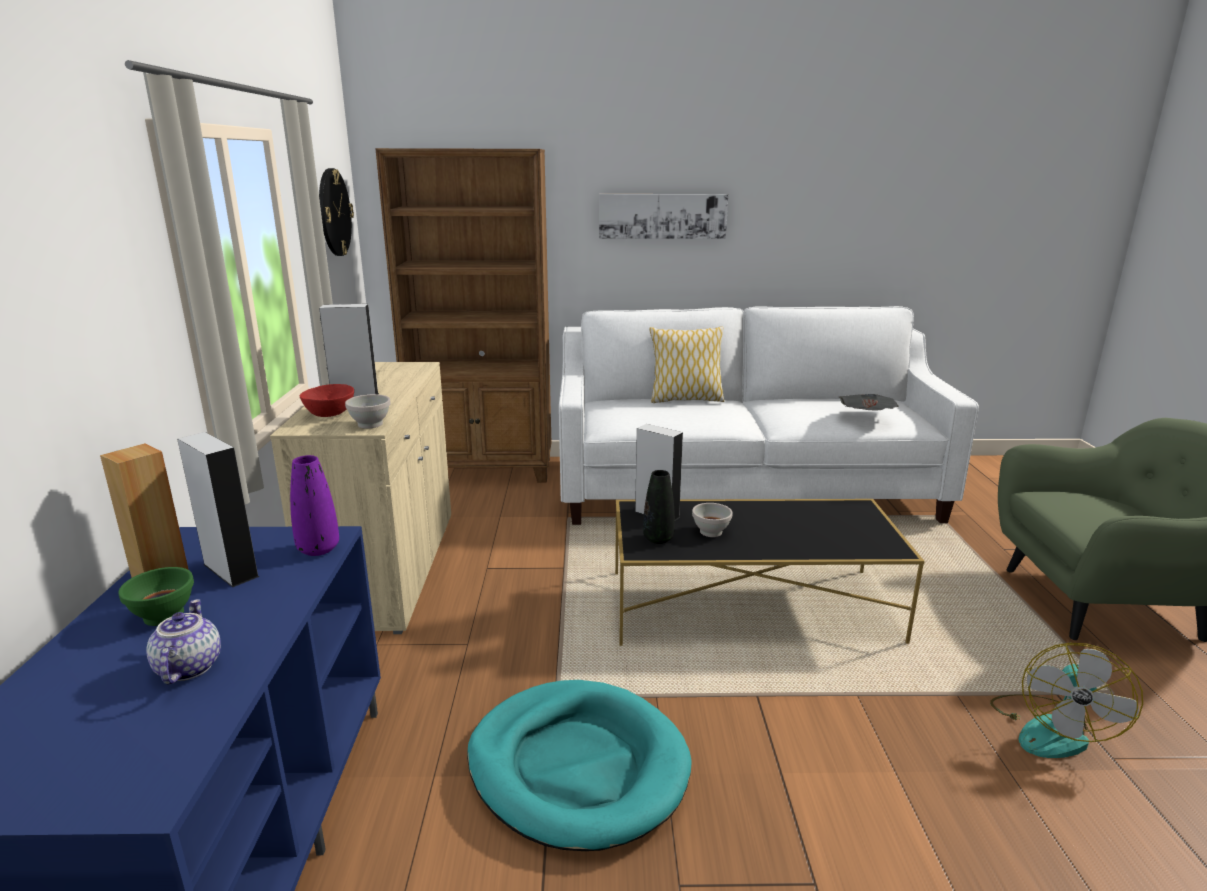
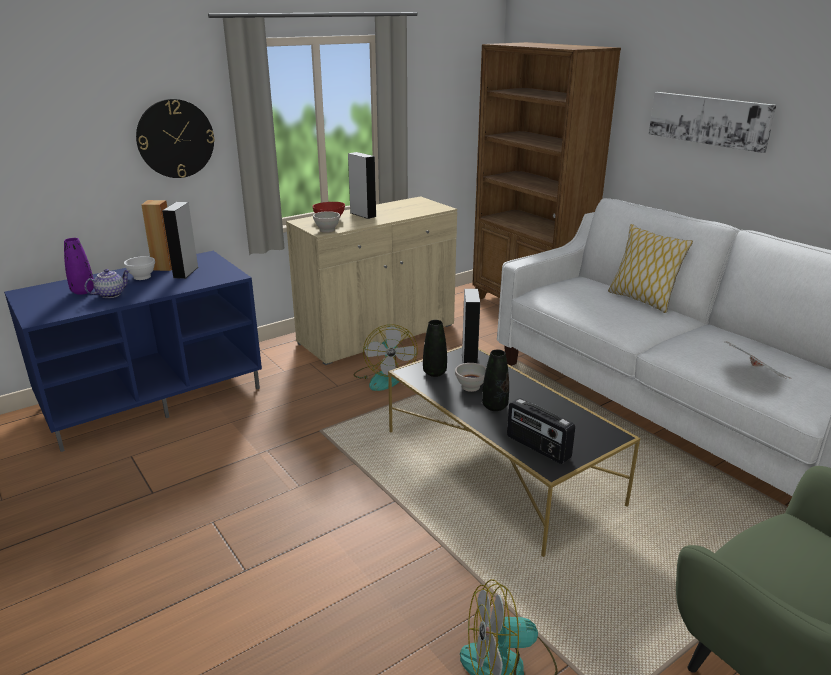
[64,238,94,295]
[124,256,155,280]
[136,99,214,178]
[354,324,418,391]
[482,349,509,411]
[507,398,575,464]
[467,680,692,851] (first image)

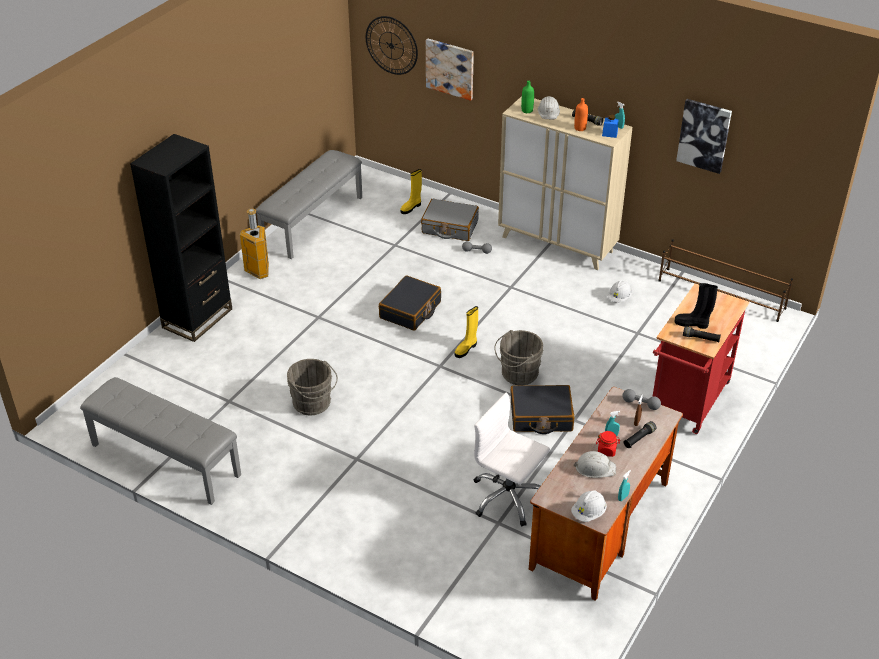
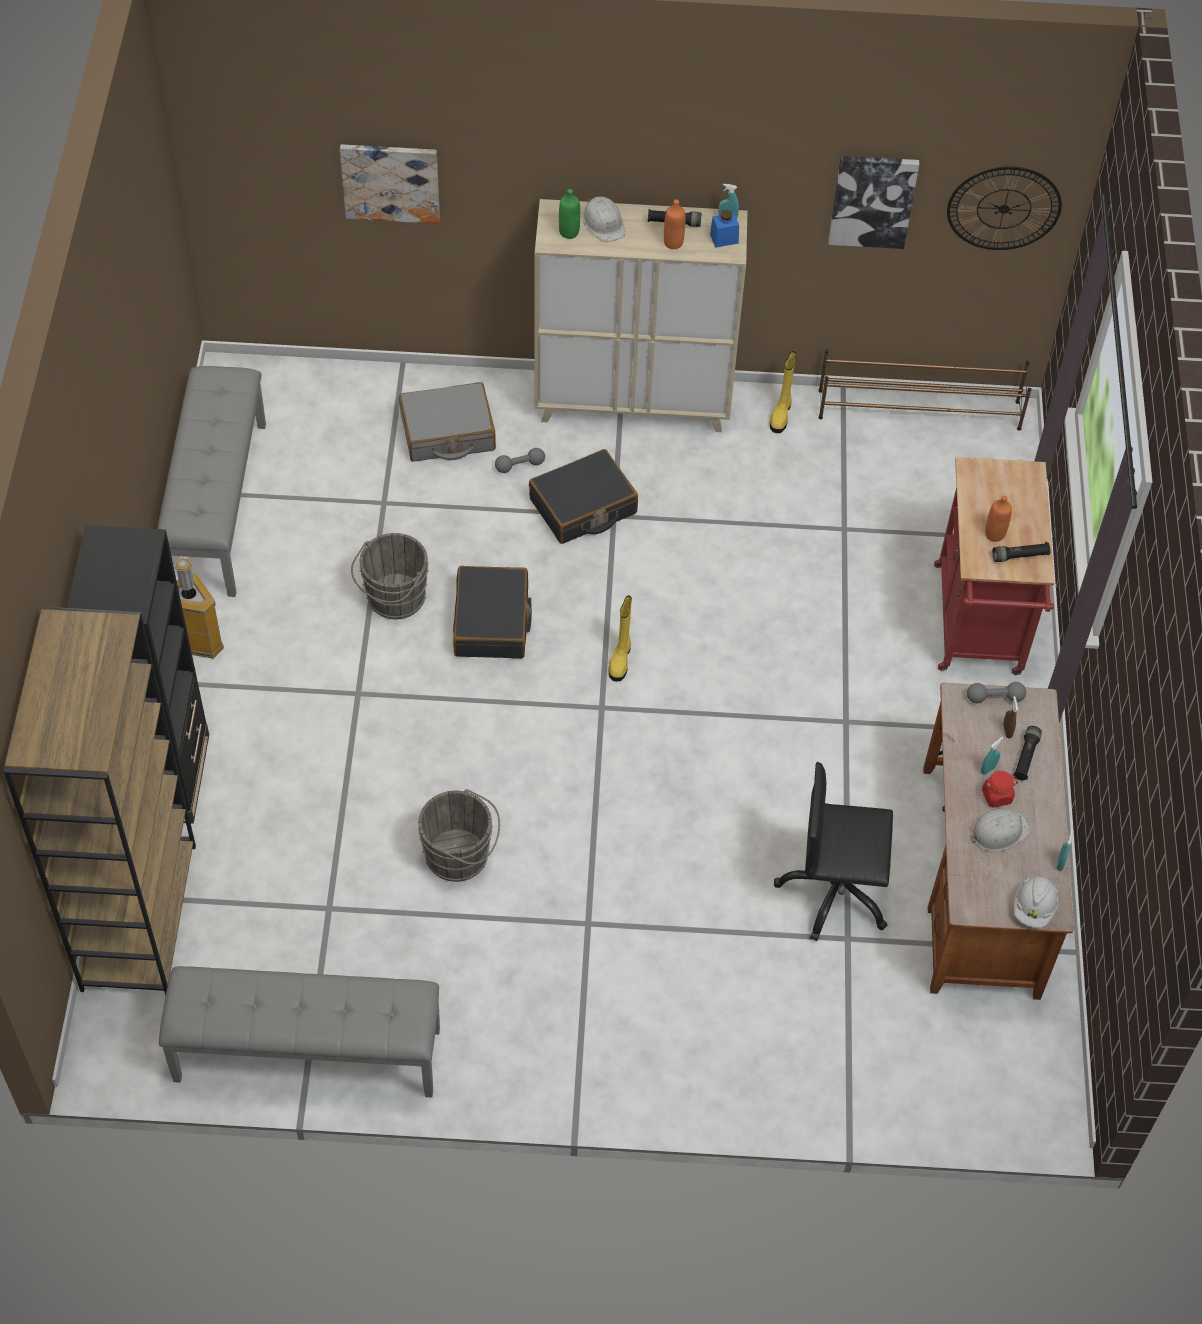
[4,607,196,995]
[351,533,429,620]
[529,449,638,544]
[770,351,796,433]
[774,762,893,941]
[947,167,1062,250]
[985,495,1012,542]
[608,280,632,303] (first image)

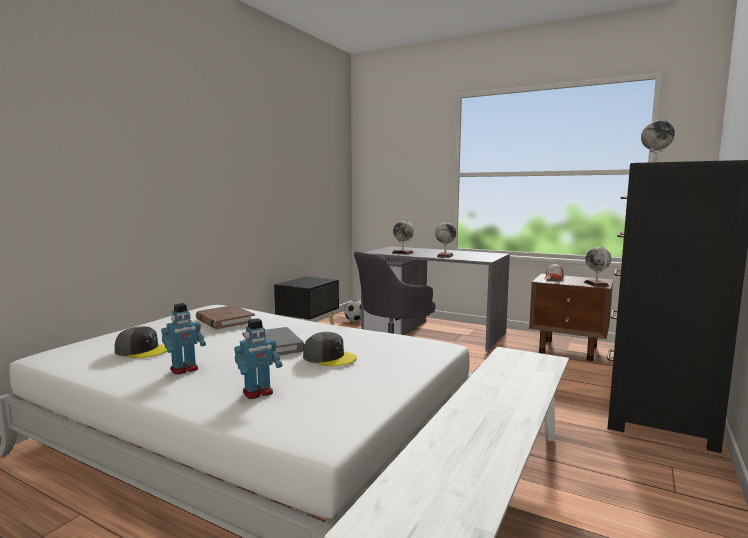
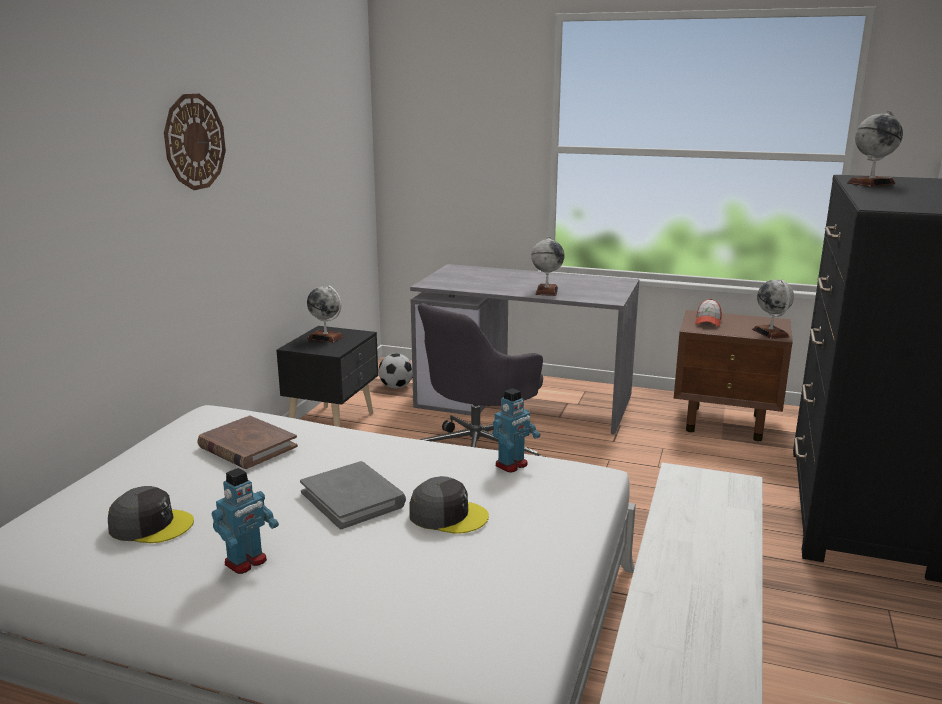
[164,94,226,190]
[307,286,344,343]
[493,388,540,472]

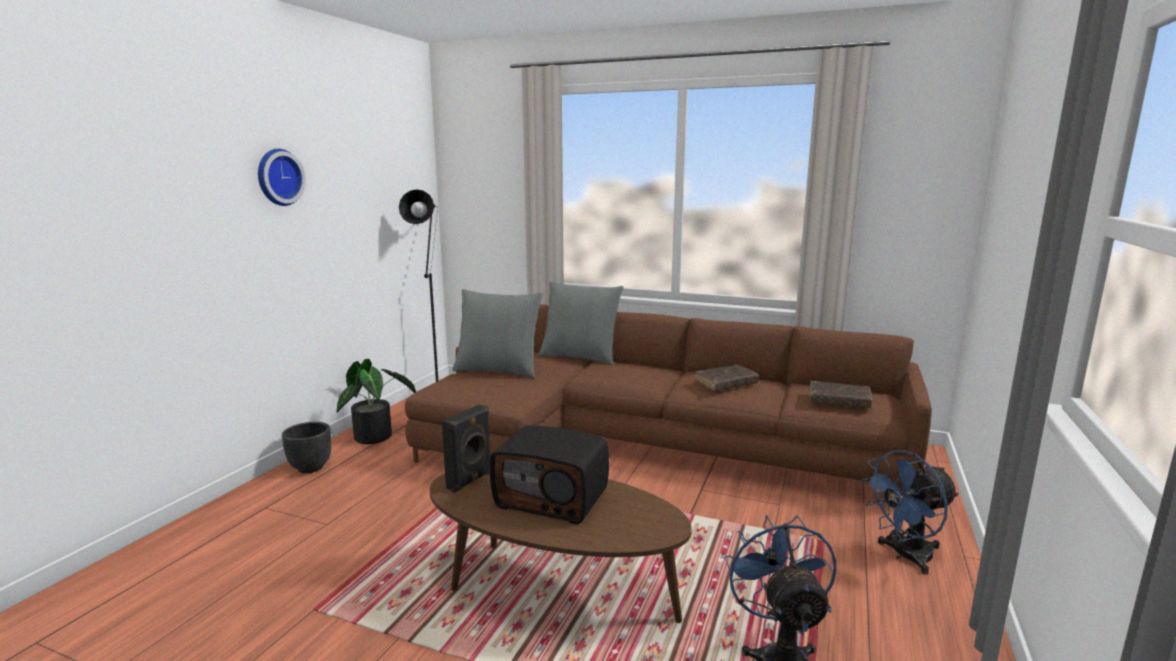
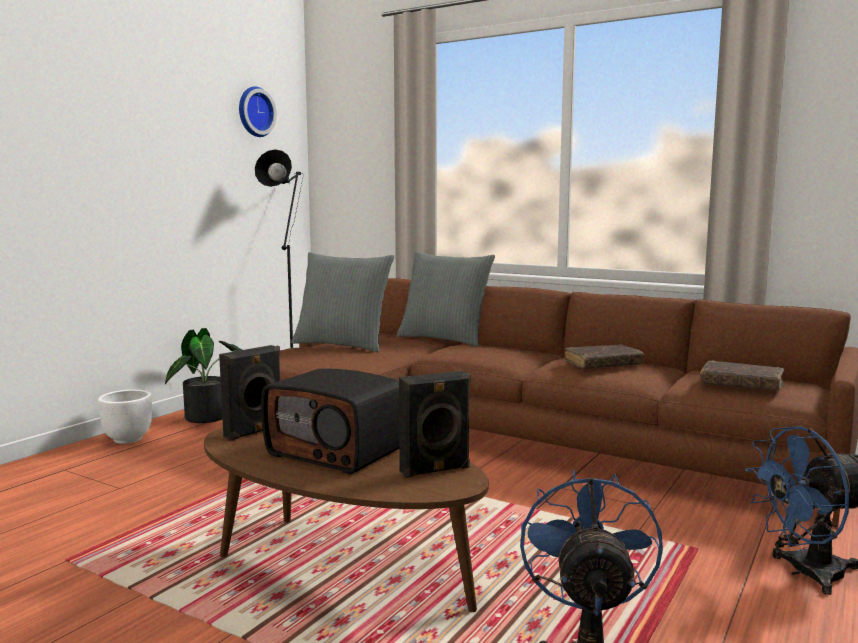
[98,390,152,444]
[239,86,277,137]
[399,371,471,478]

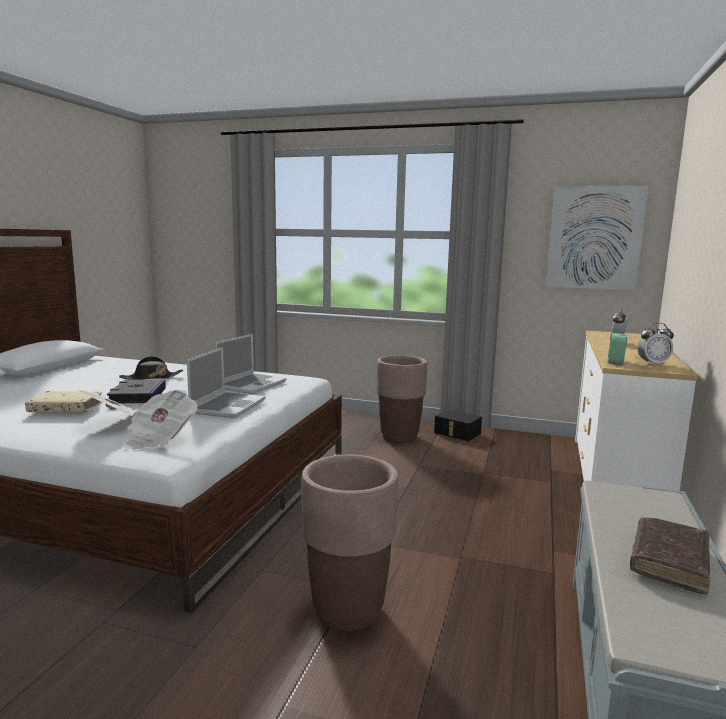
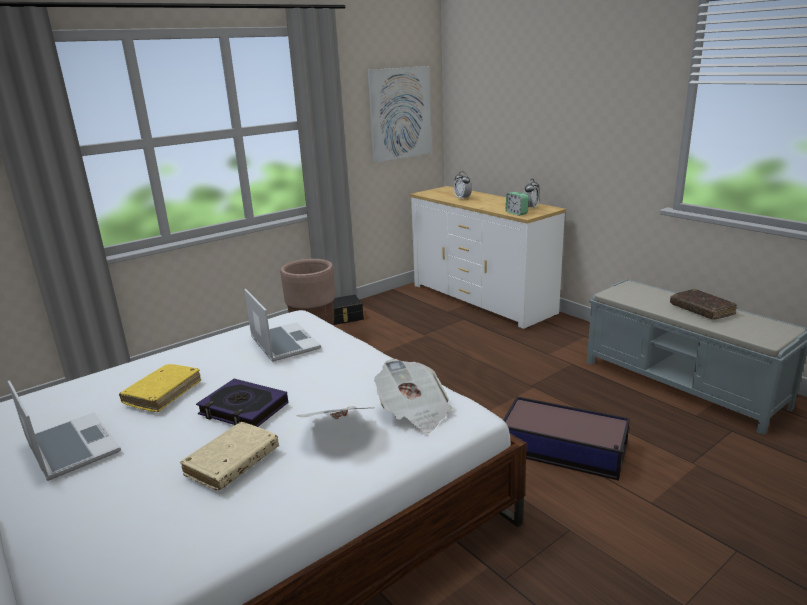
[8,380,121,481]
[119,364,201,412]
[503,396,630,481]

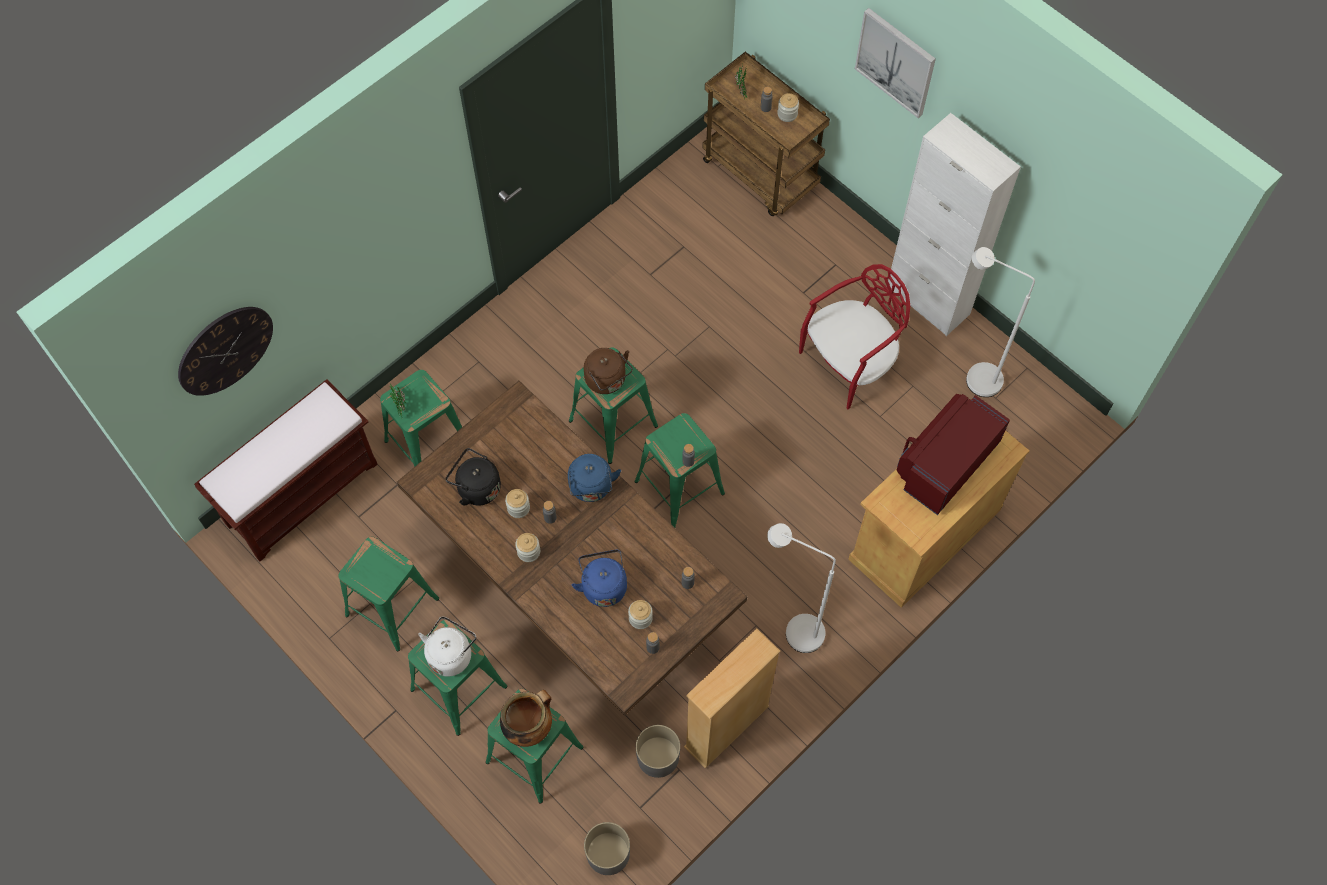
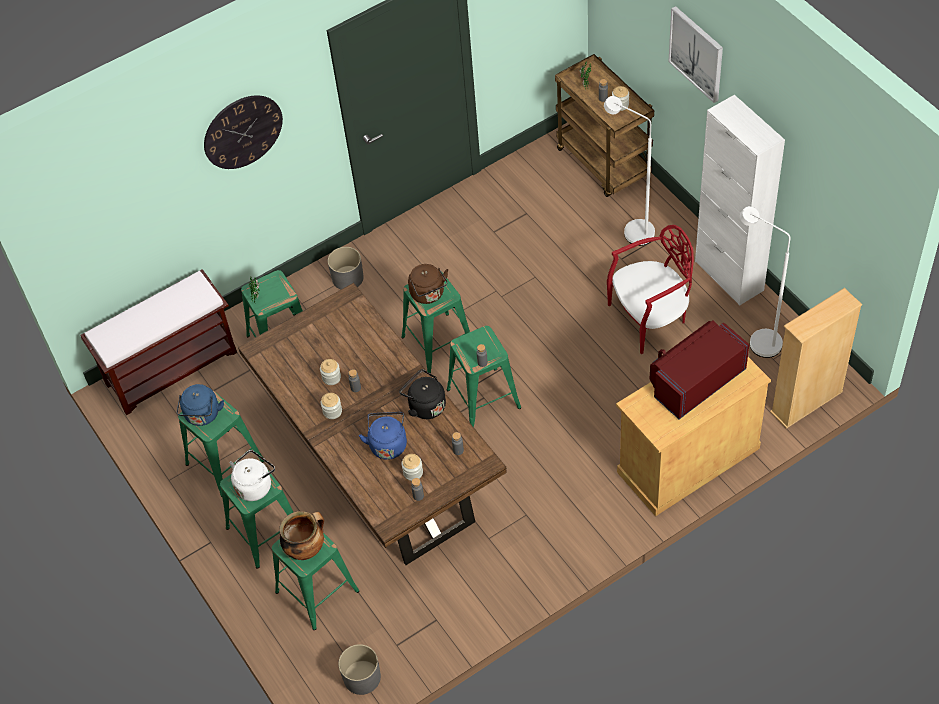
[177,384,224,426]
[204,95,283,169]
[328,247,364,290]
[399,369,446,419]
[604,96,655,246]
[770,288,862,429]

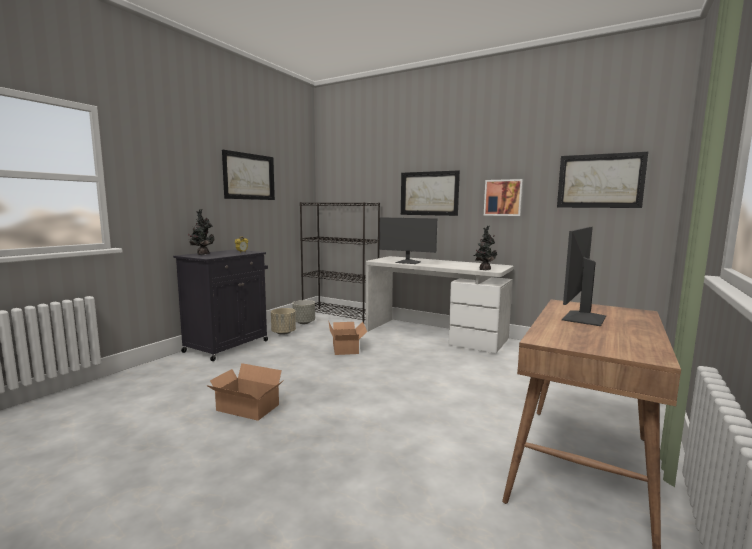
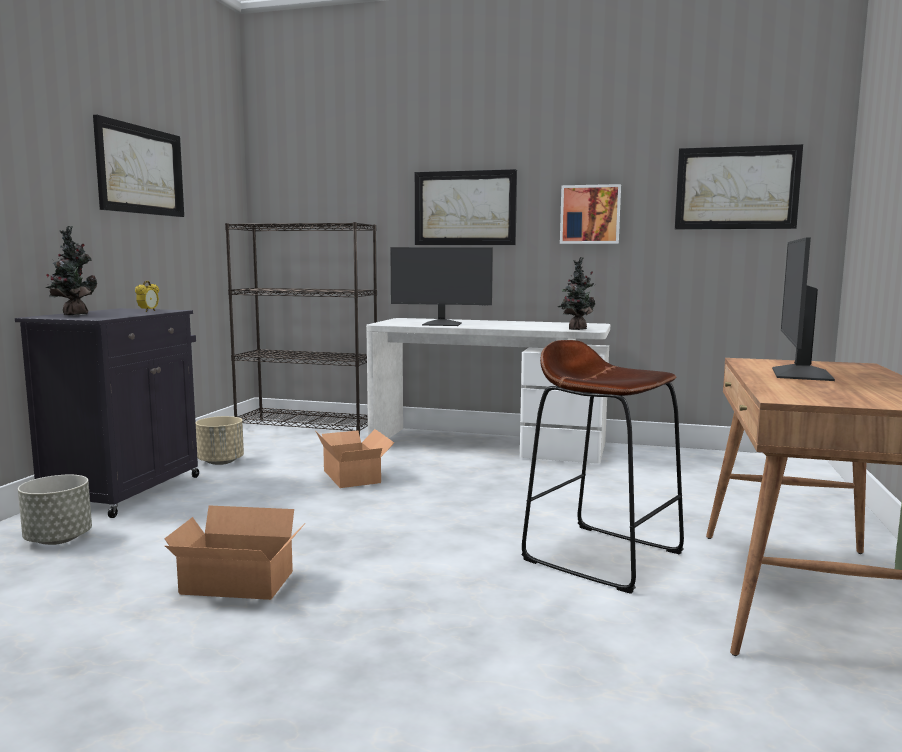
[18,475,92,545]
[522,340,684,594]

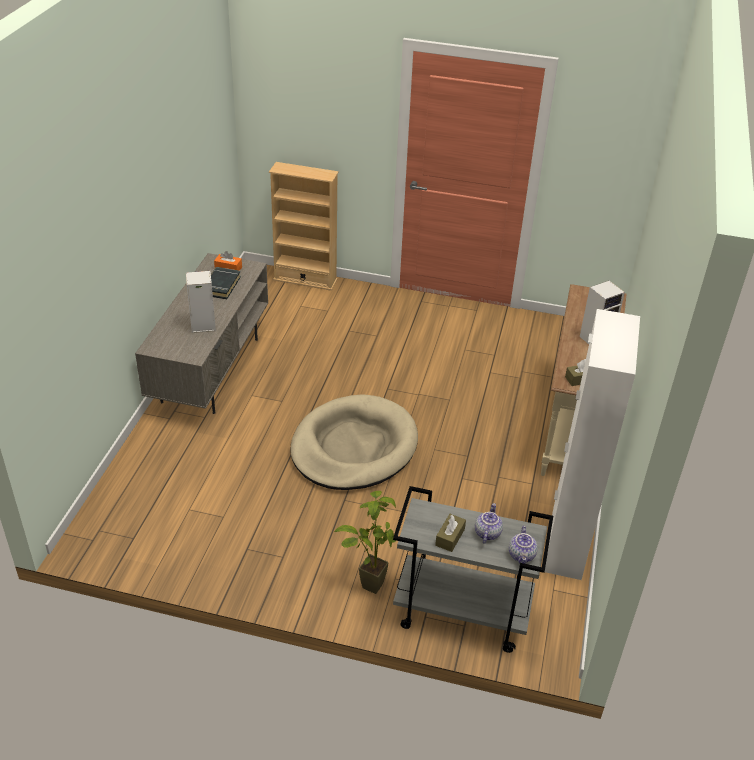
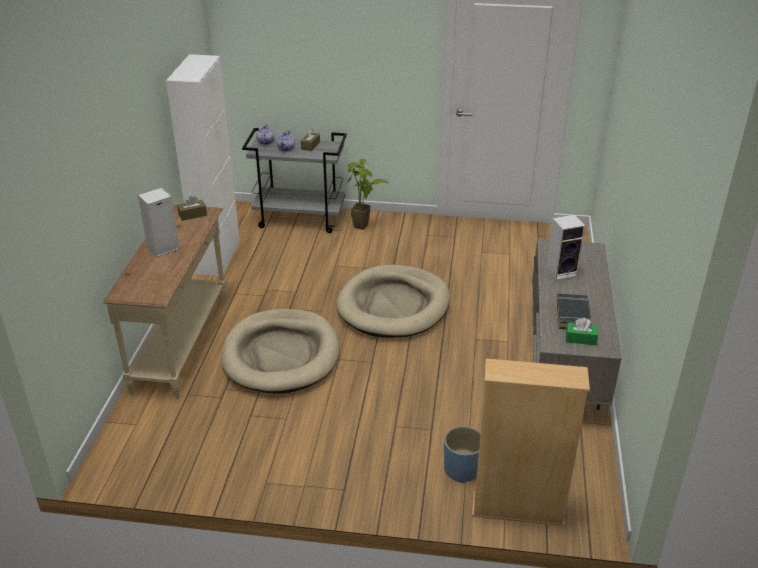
[221,309,340,394]
[444,426,481,483]
[566,318,598,345]

